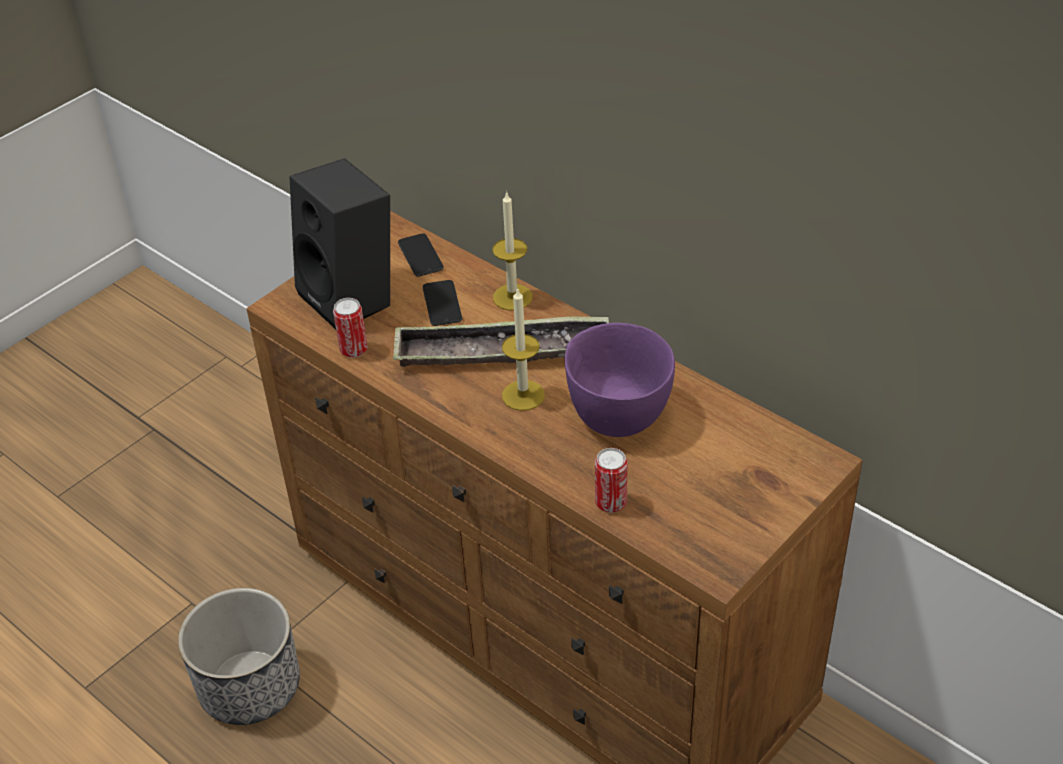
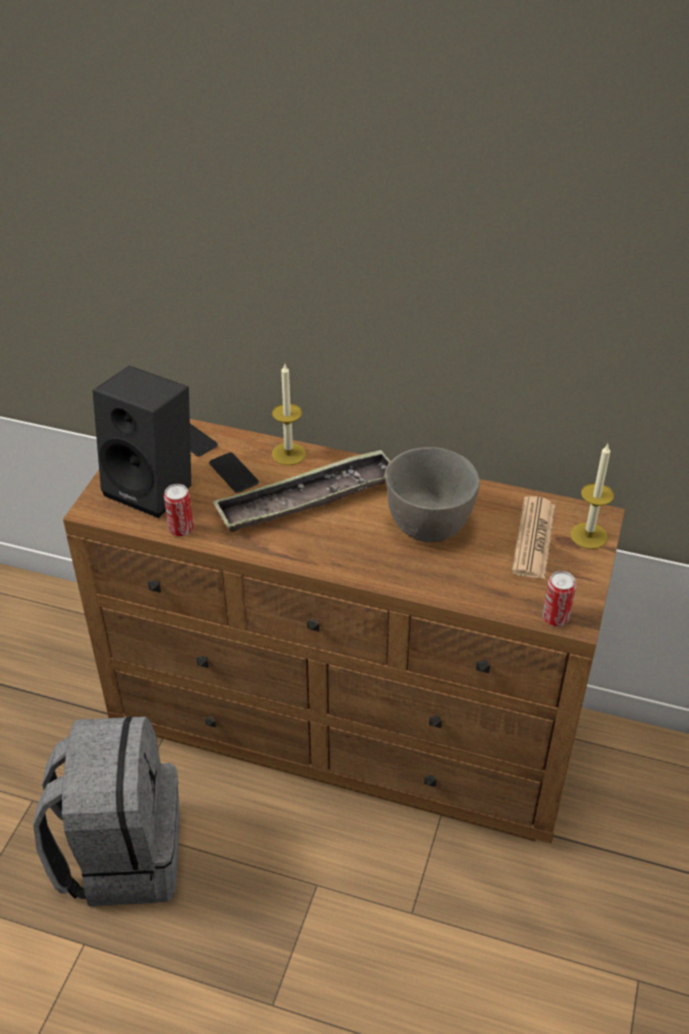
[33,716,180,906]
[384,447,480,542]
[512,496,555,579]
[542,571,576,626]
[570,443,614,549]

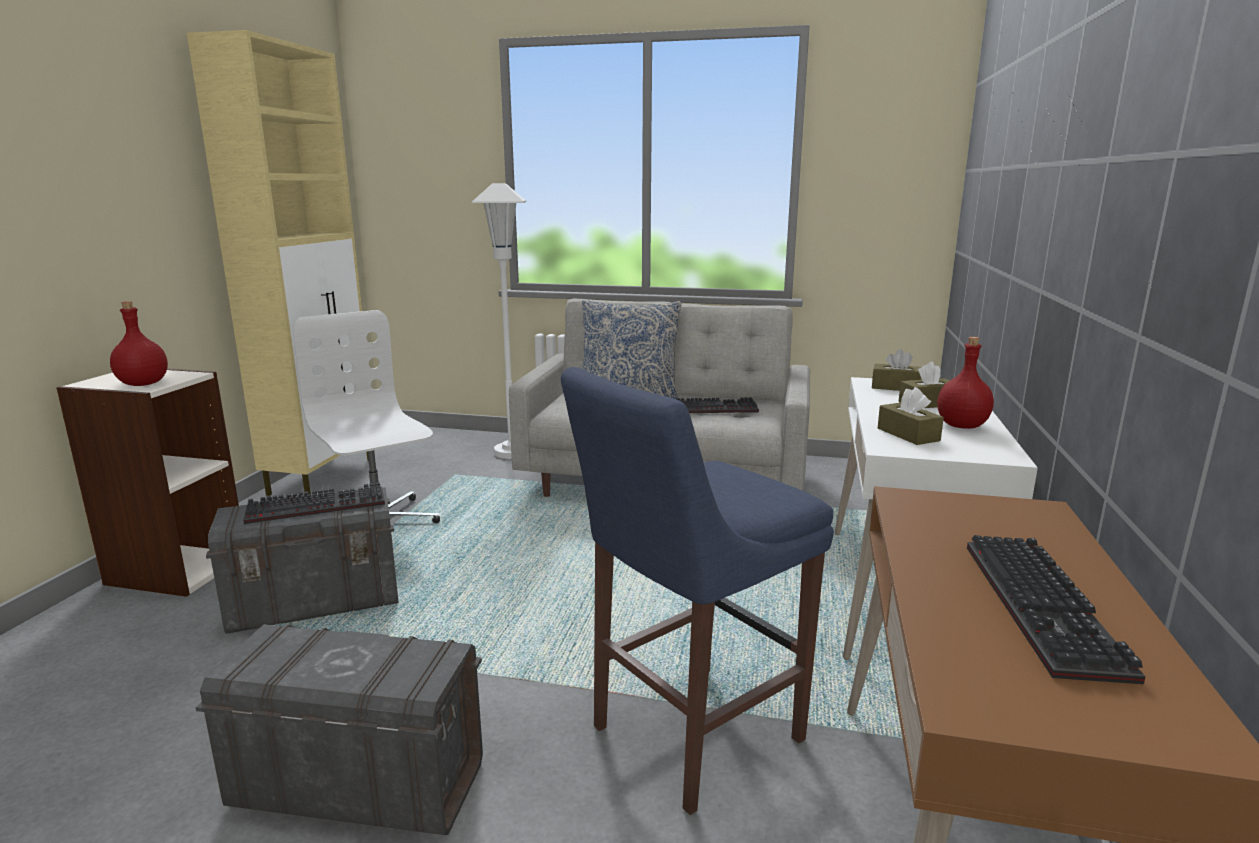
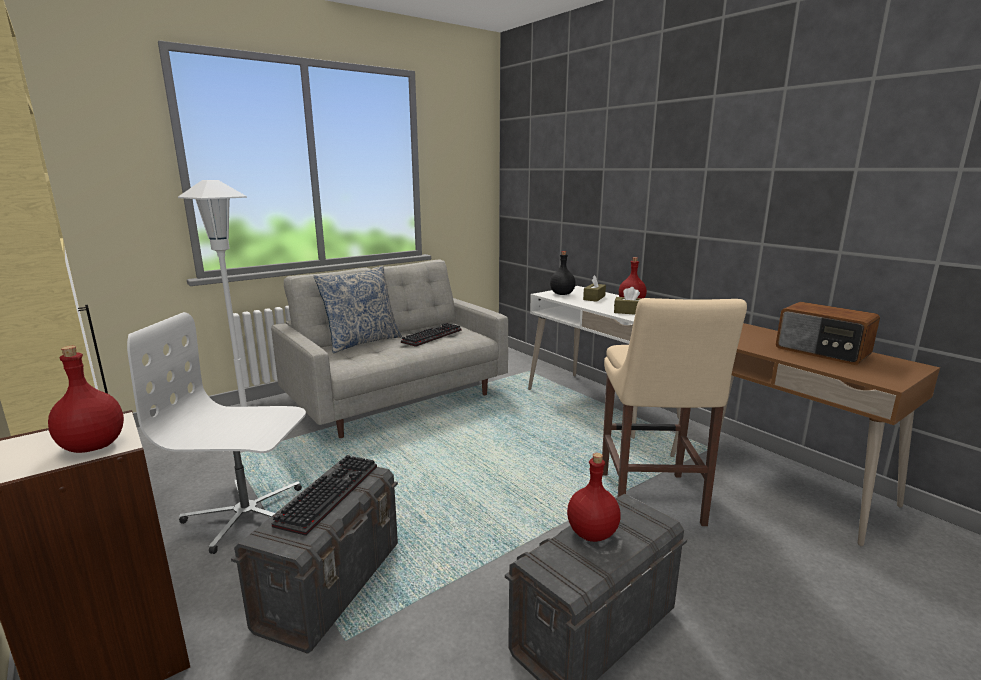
[550,251,575,295]
[567,453,621,542]
[602,298,747,526]
[776,302,880,365]

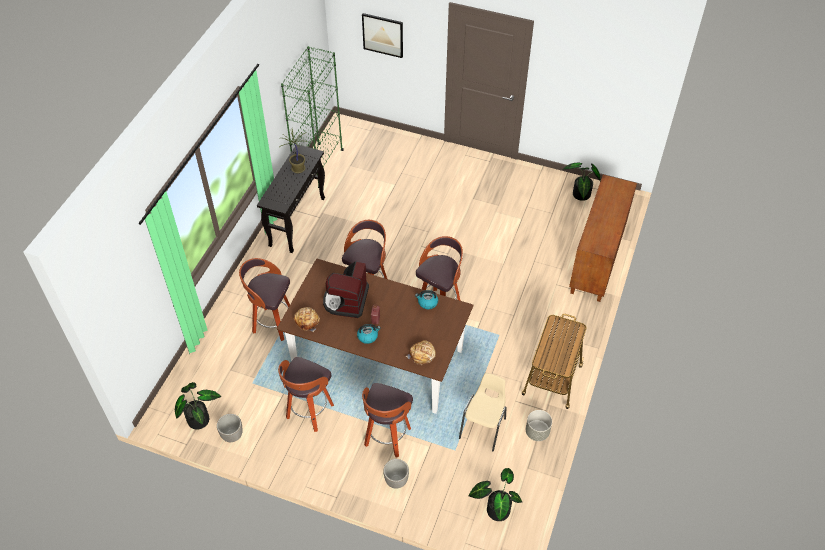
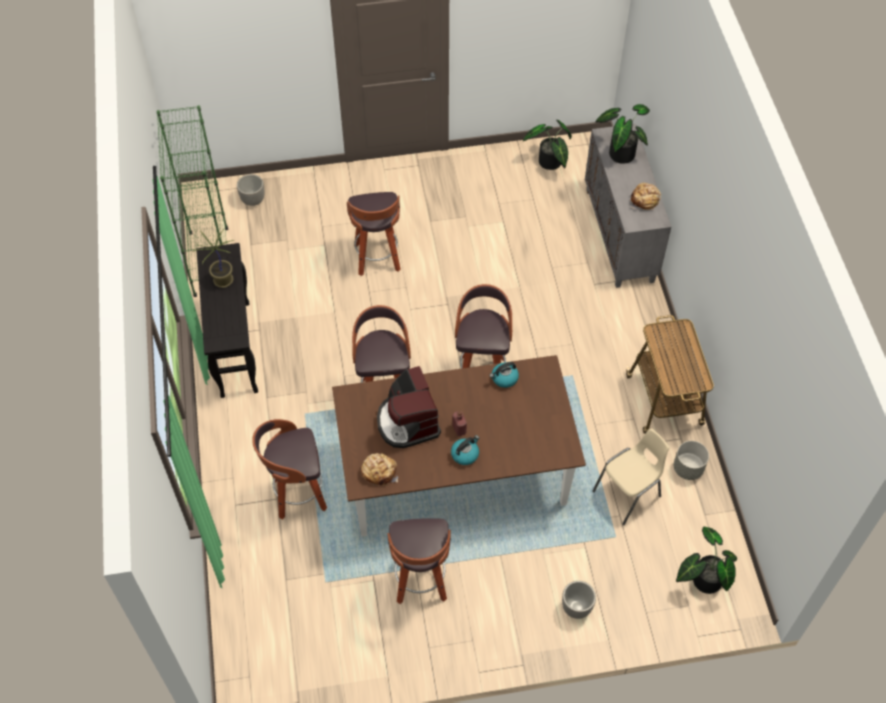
[237,174,264,206]
[347,192,400,276]
[585,124,671,288]
[593,428,669,525]
[595,104,650,164]
[631,183,661,210]
[362,13,403,58] (first image)

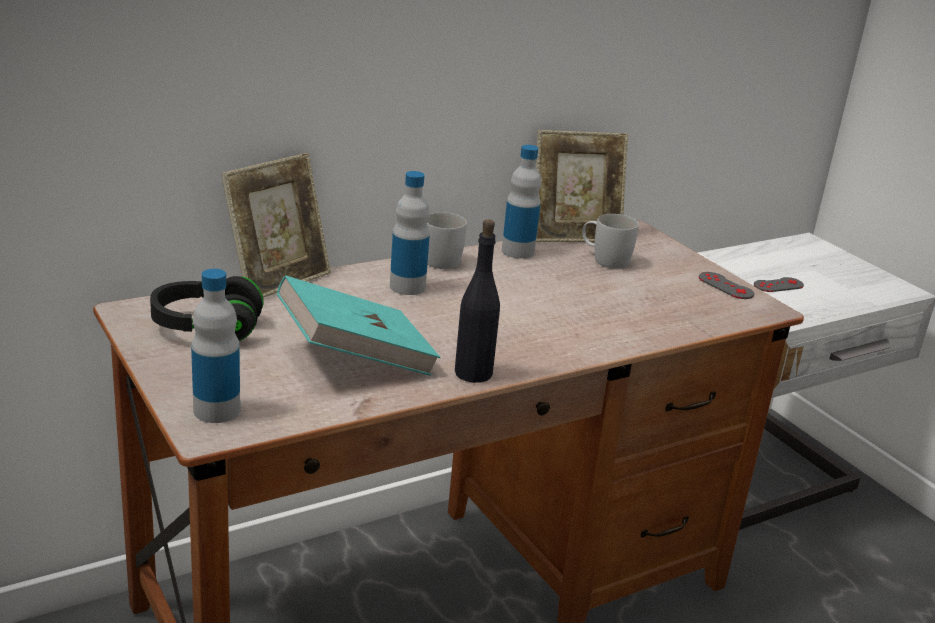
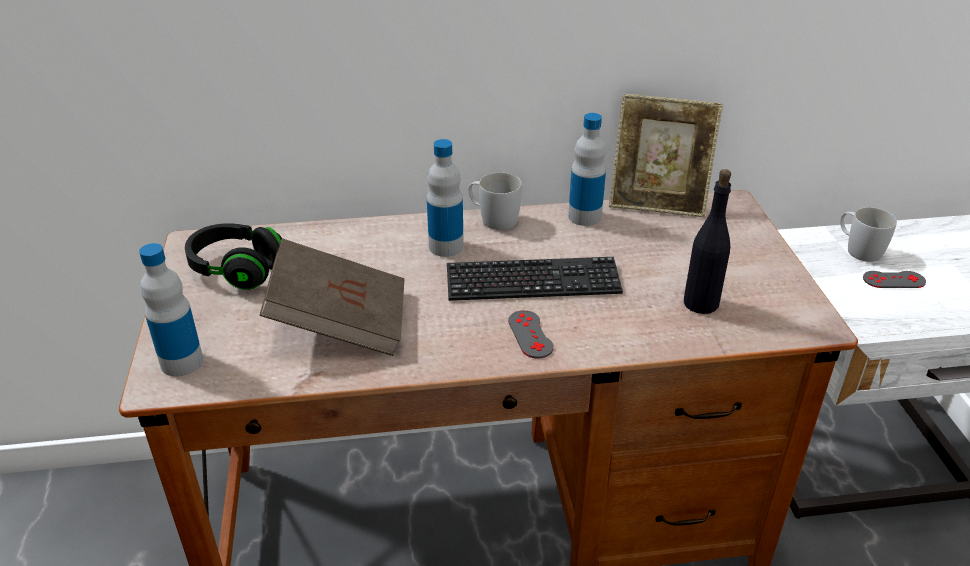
[259,238,404,356]
[447,257,623,301]
[508,310,554,359]
[684,169,731,314]
[840,207,897,262]
[221,153,331,298] (first image)

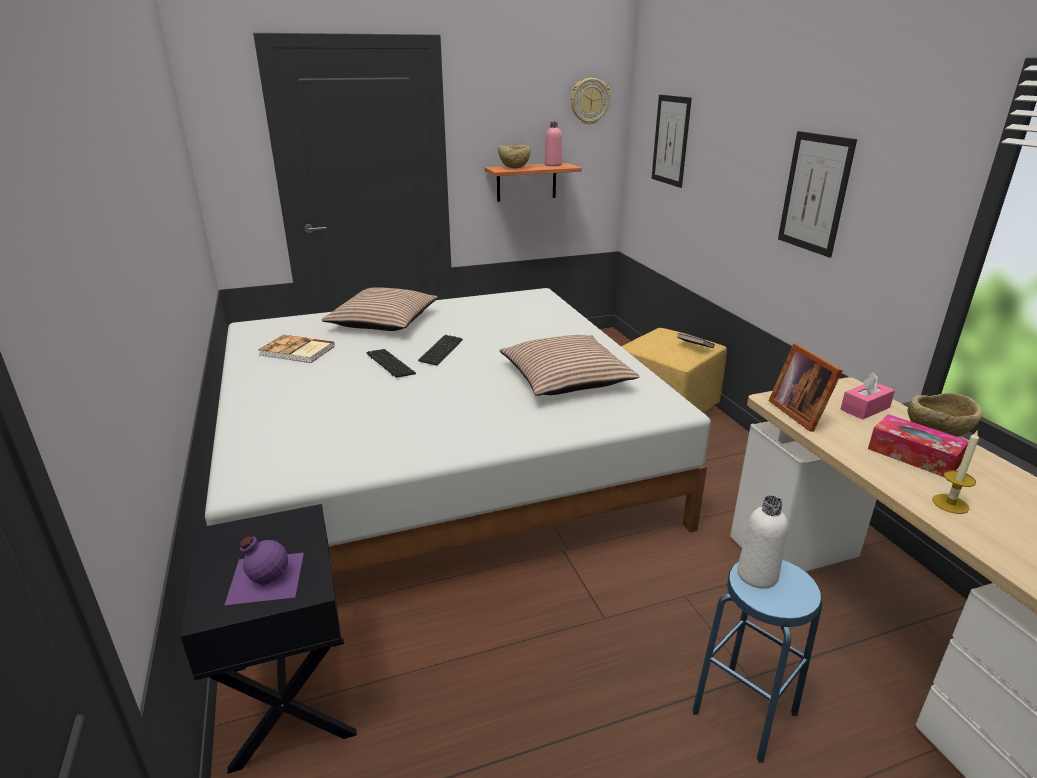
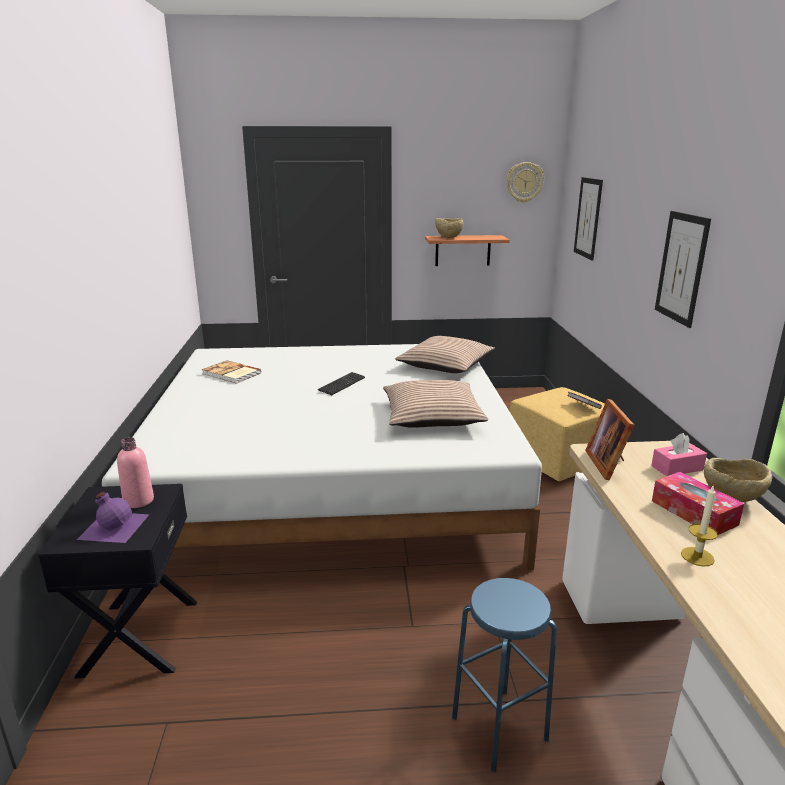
[117,437,154,508]
[395,336,495,373]
[366,349,416,378] (first image)
[737,496,788,589] (first image)

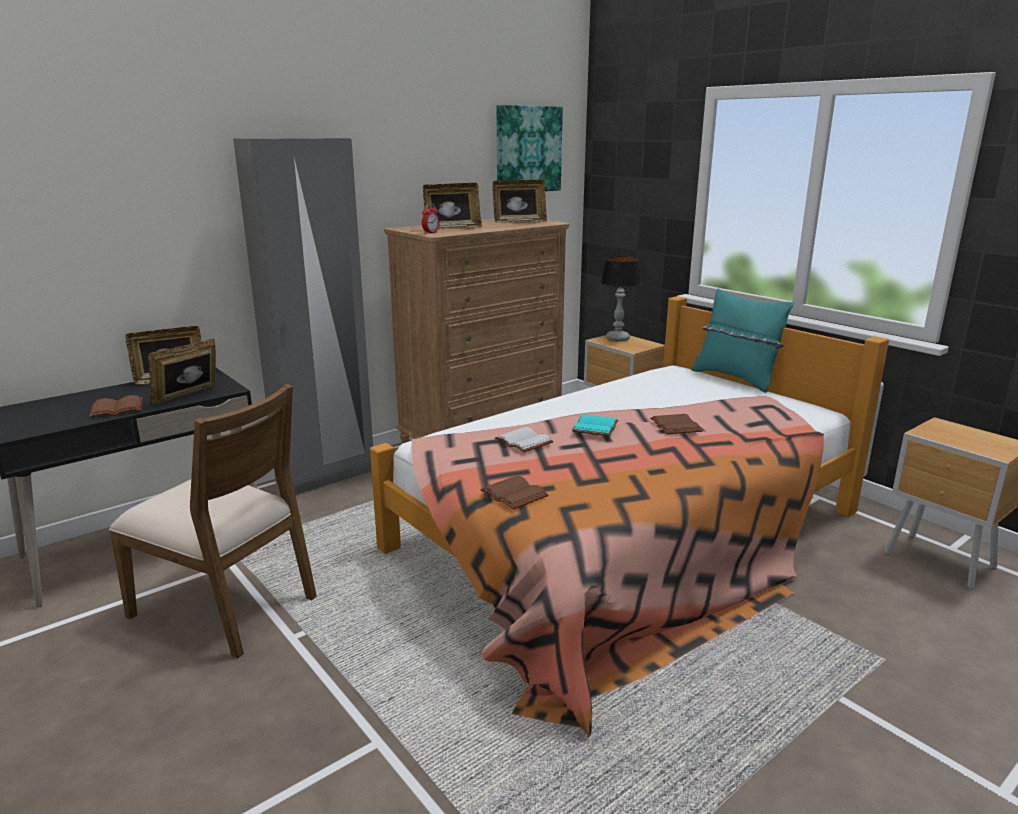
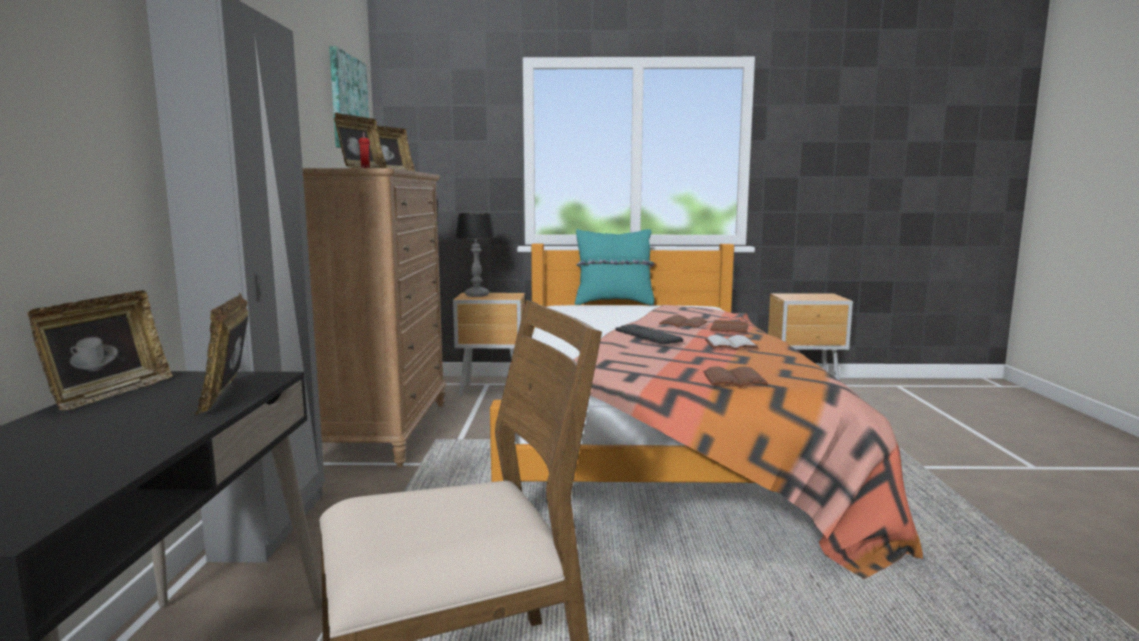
[615,324,683,345]
[705,335,758,350]
[710,320,749,332]

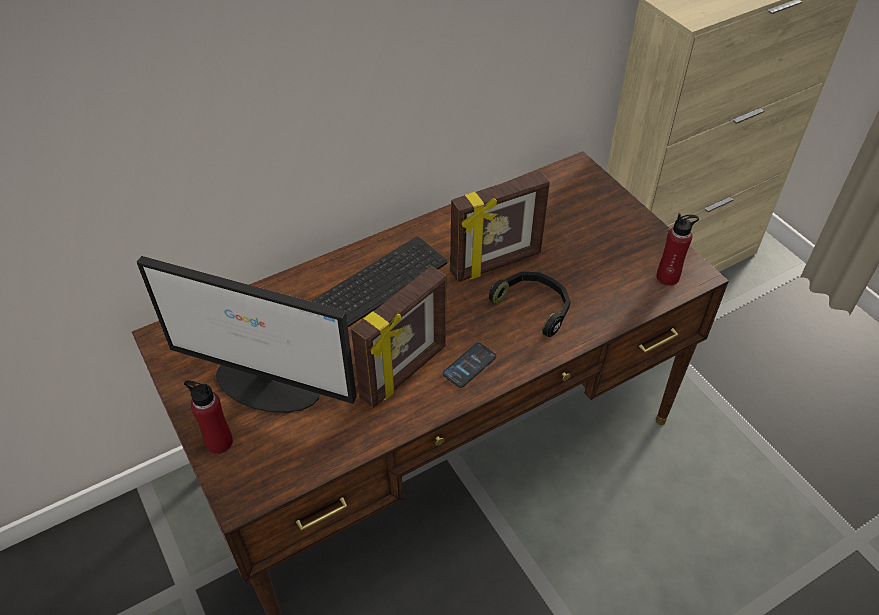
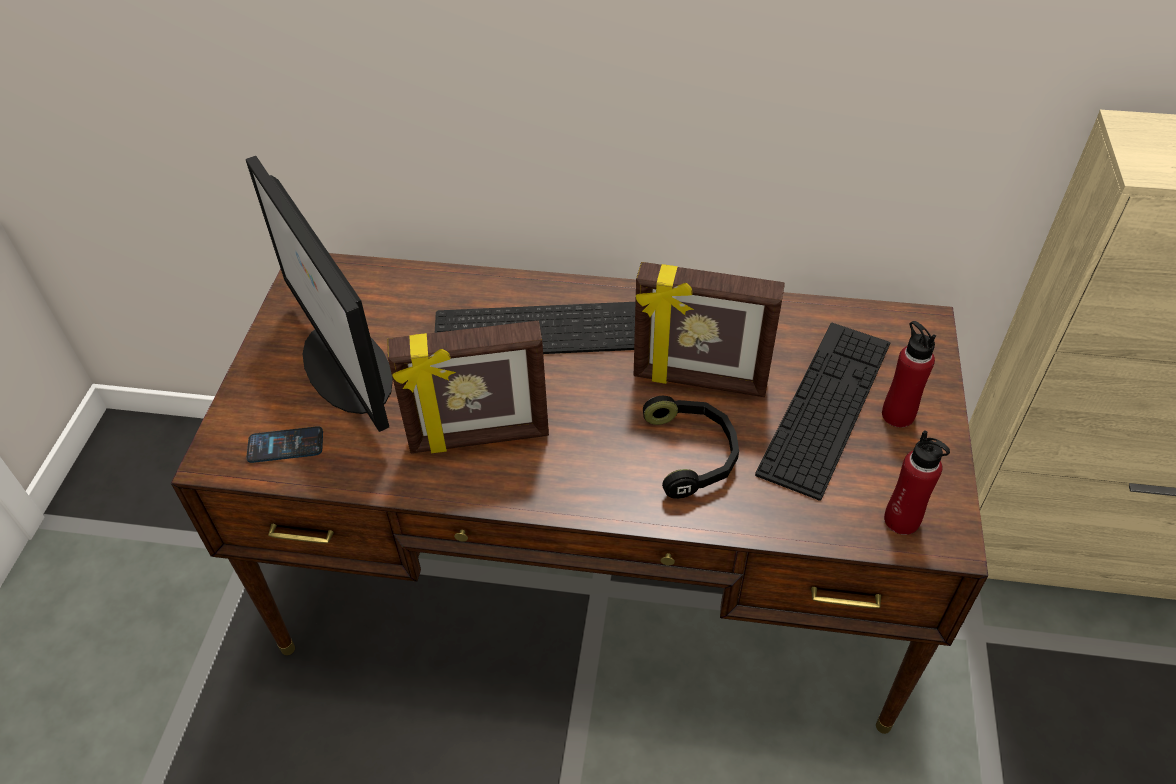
[246,426,323,463]
[755,323,890,501]
[882,321,936,428]

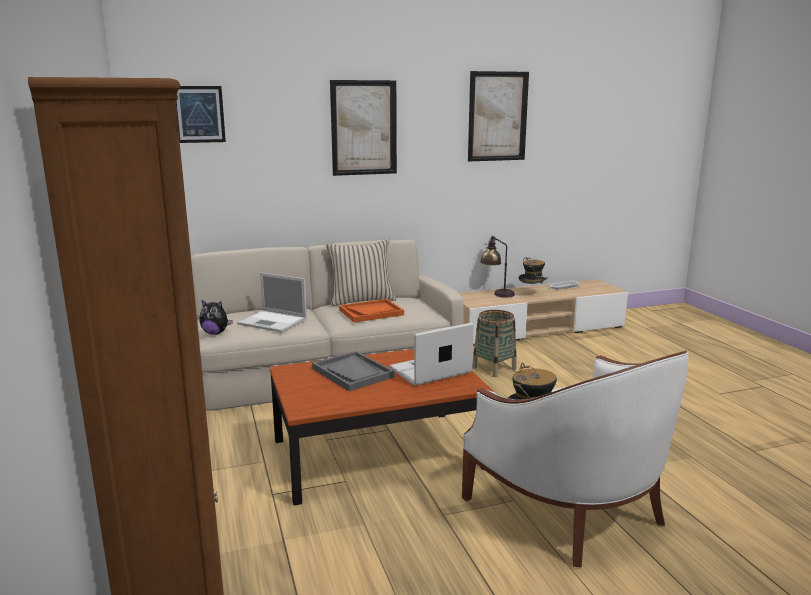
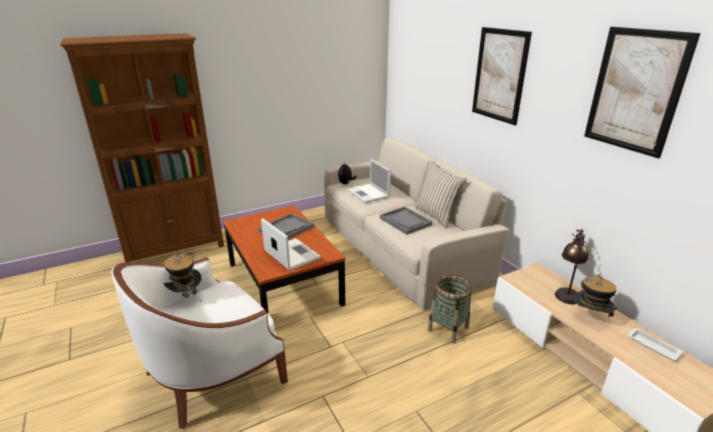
[347,159,391,203]
[380,206,432,235]
[176,86,226,143] (first image)

